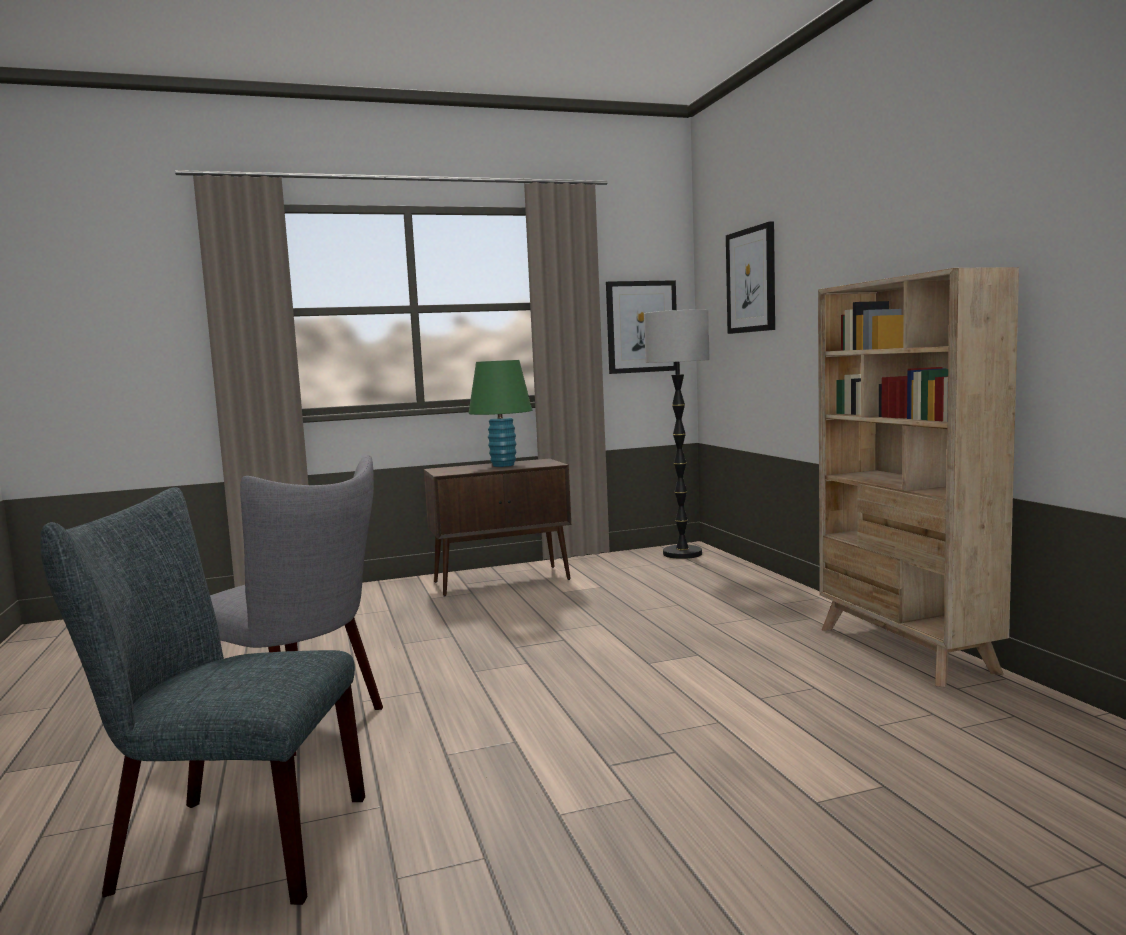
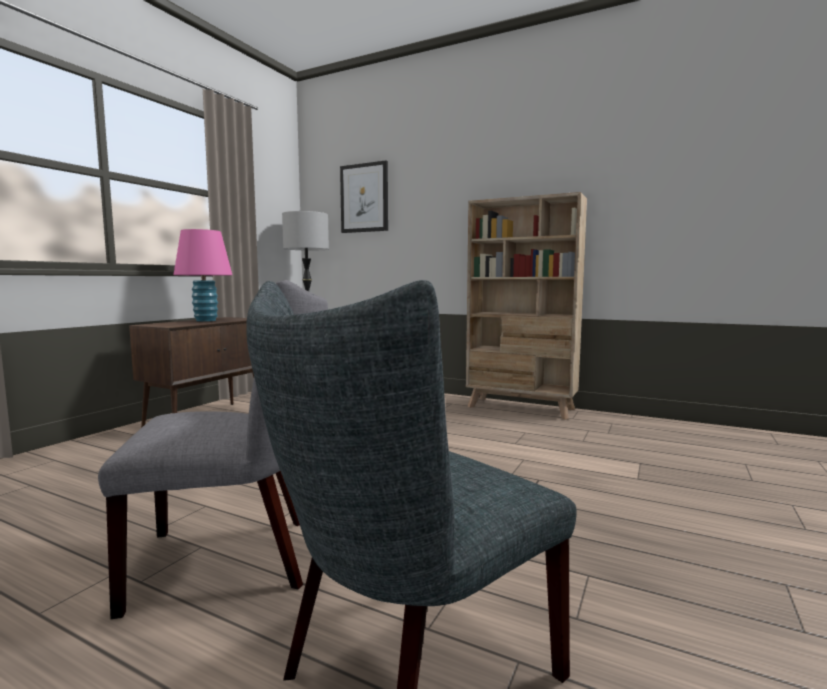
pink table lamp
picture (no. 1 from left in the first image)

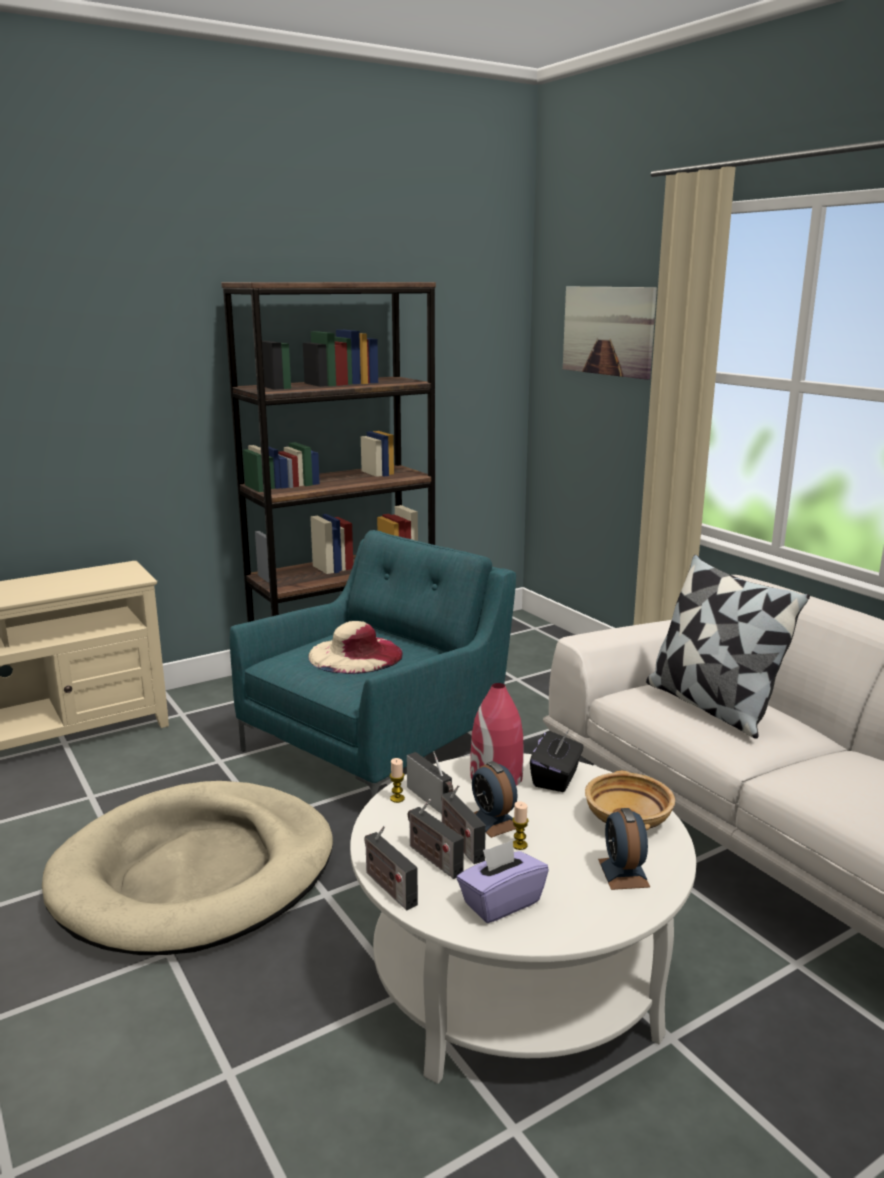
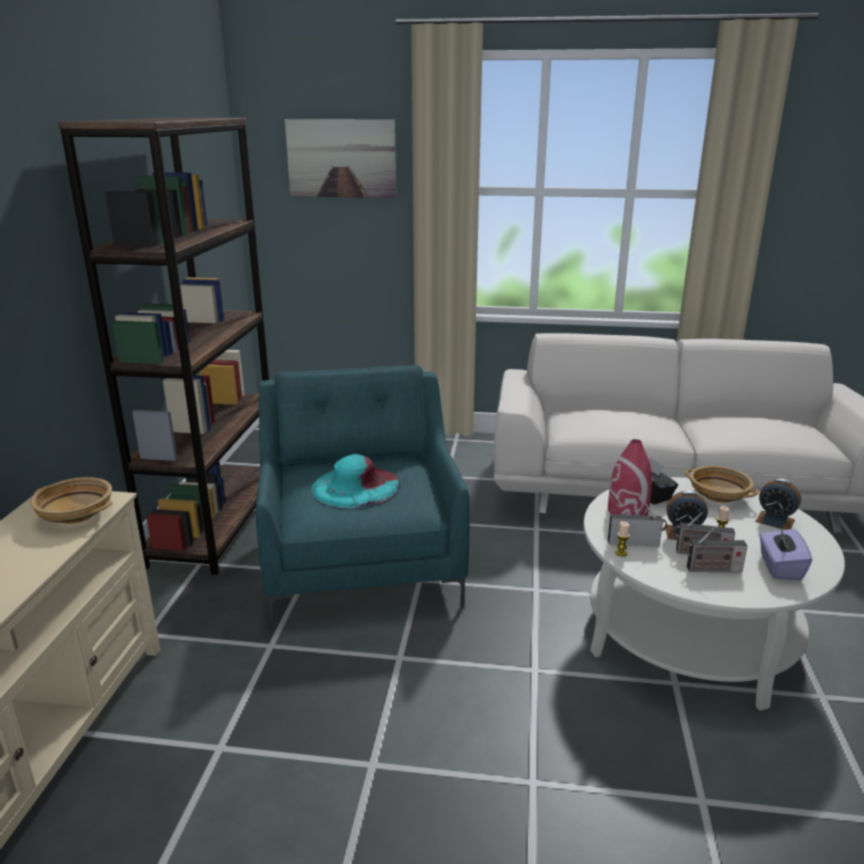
beige bowl (no. 1 from left)
turquoise hat
beige dog bed
radio (no. 1 from left in the first image)
pillow

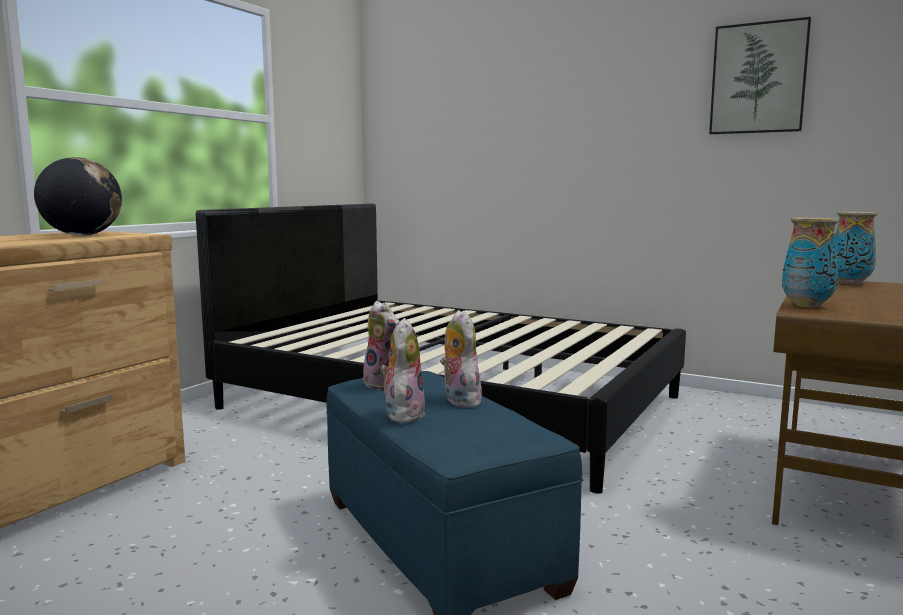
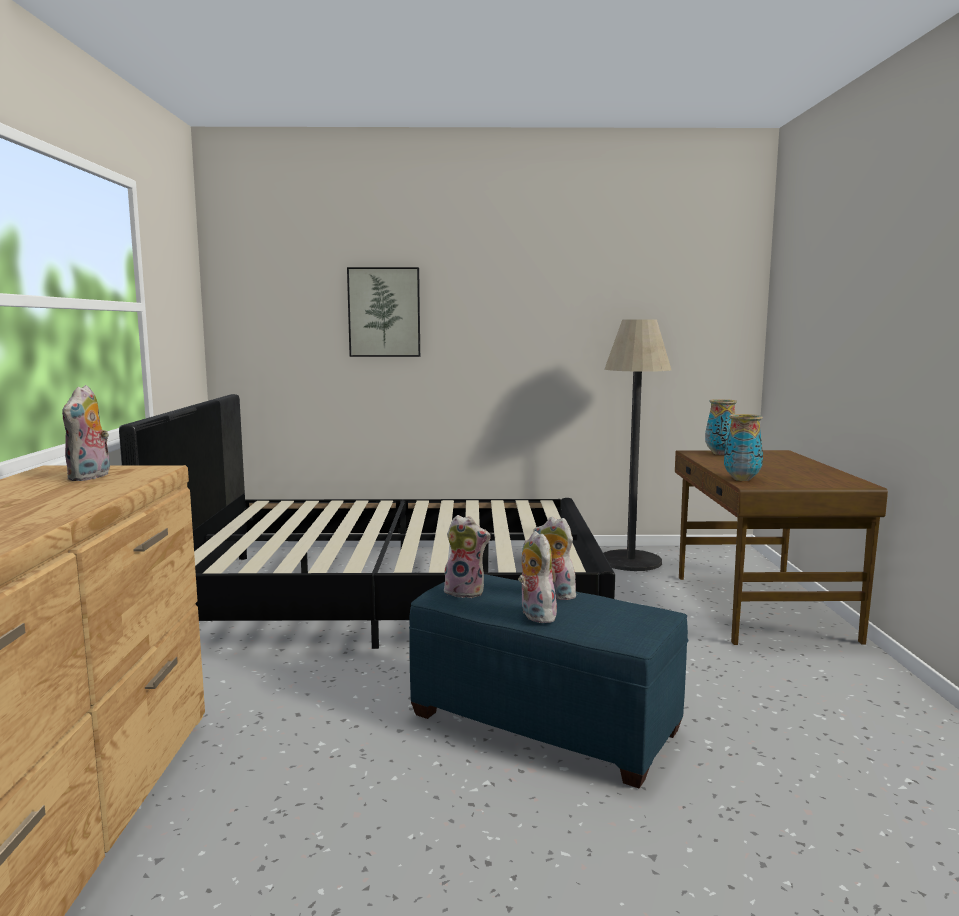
plush toy (no. 1 from left)
picture
floor lamp

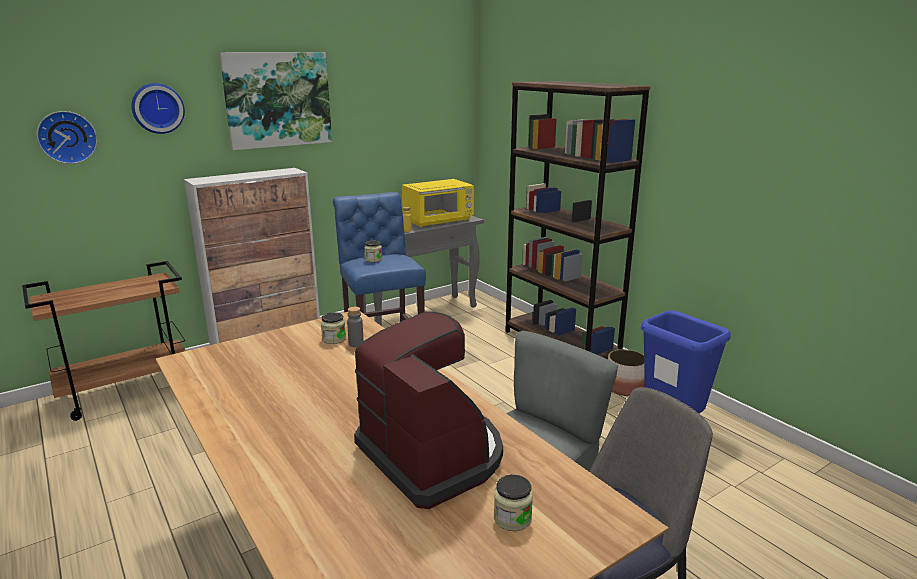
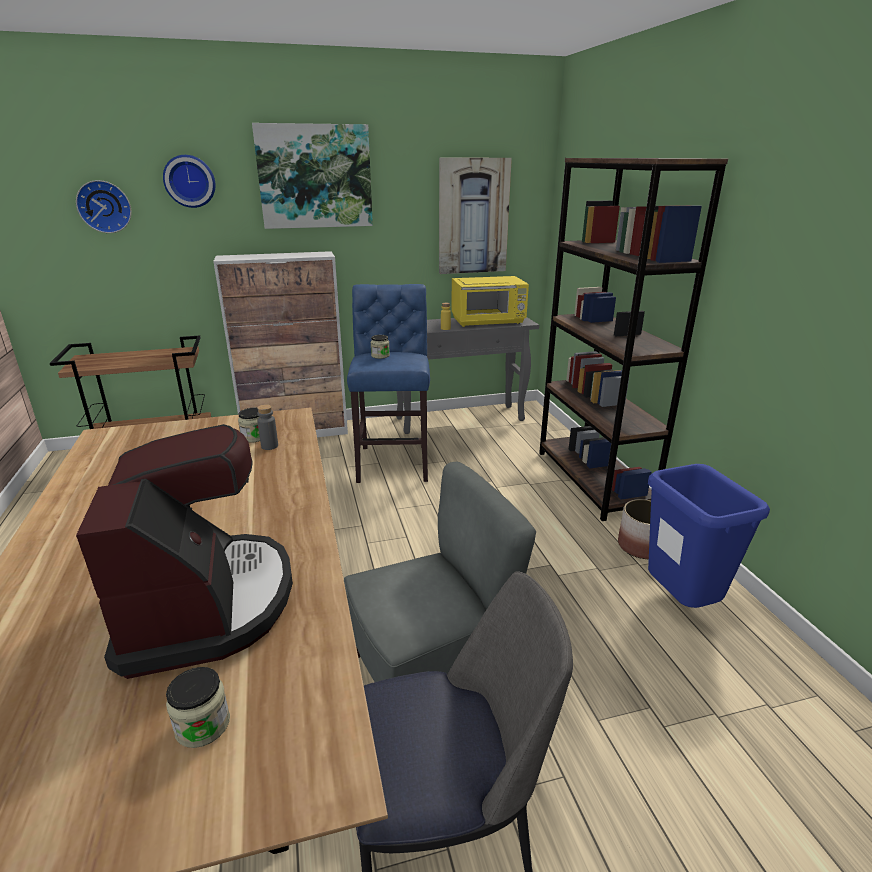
picture (no. 2 from left)

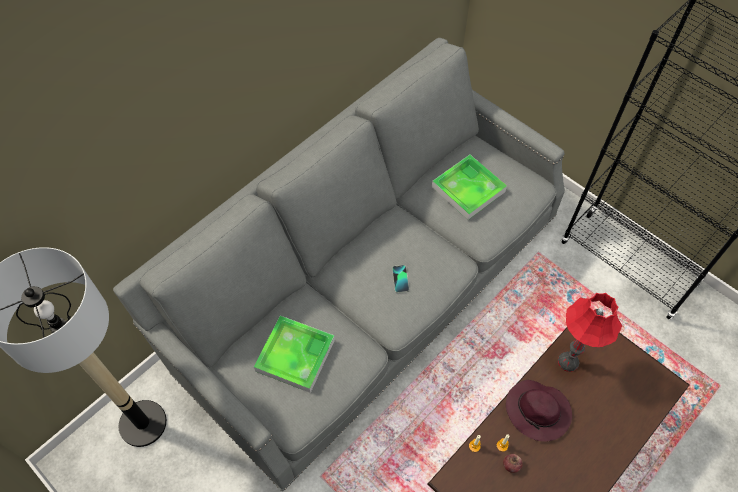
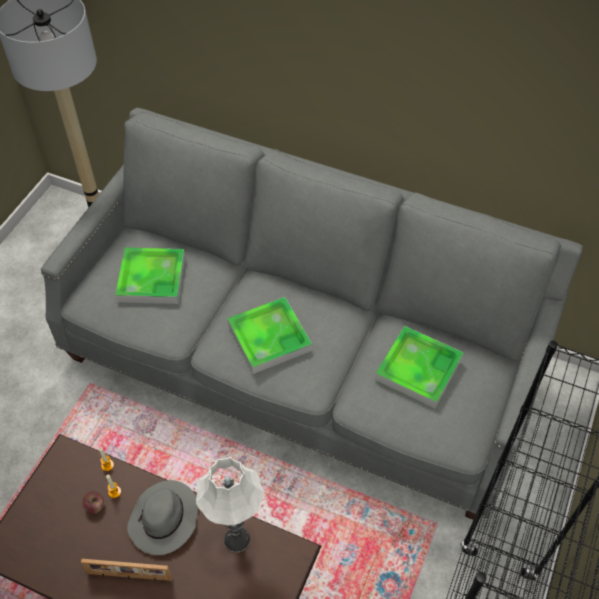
picture frame
grey hat
white table lamp
tray (no. 2 from left)

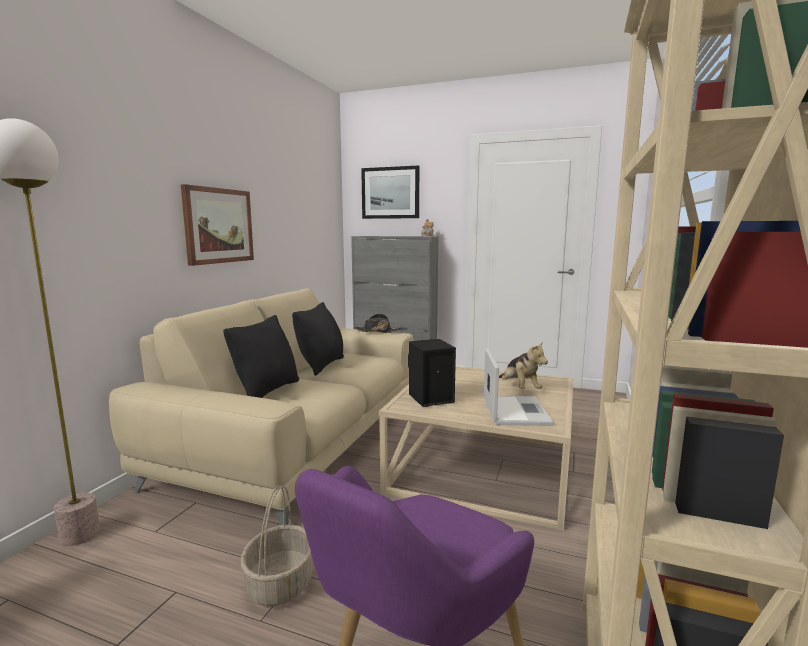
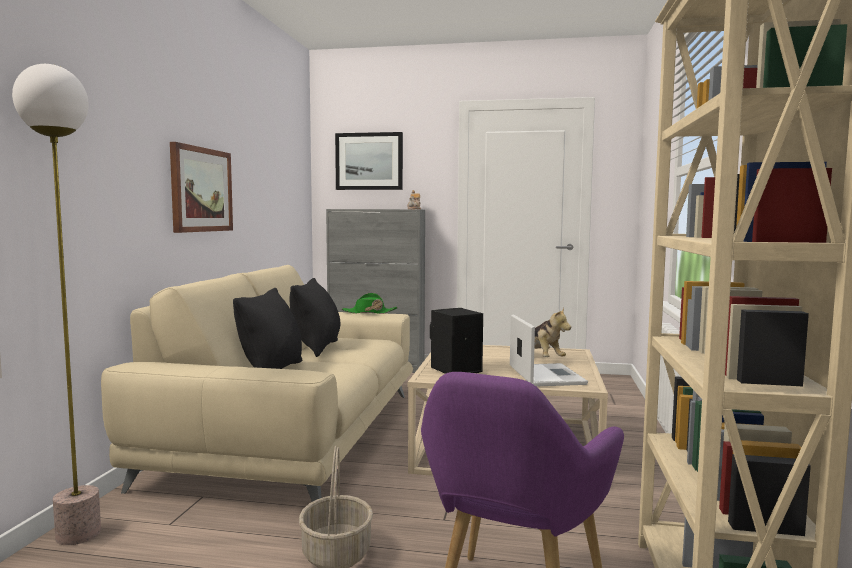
green hat

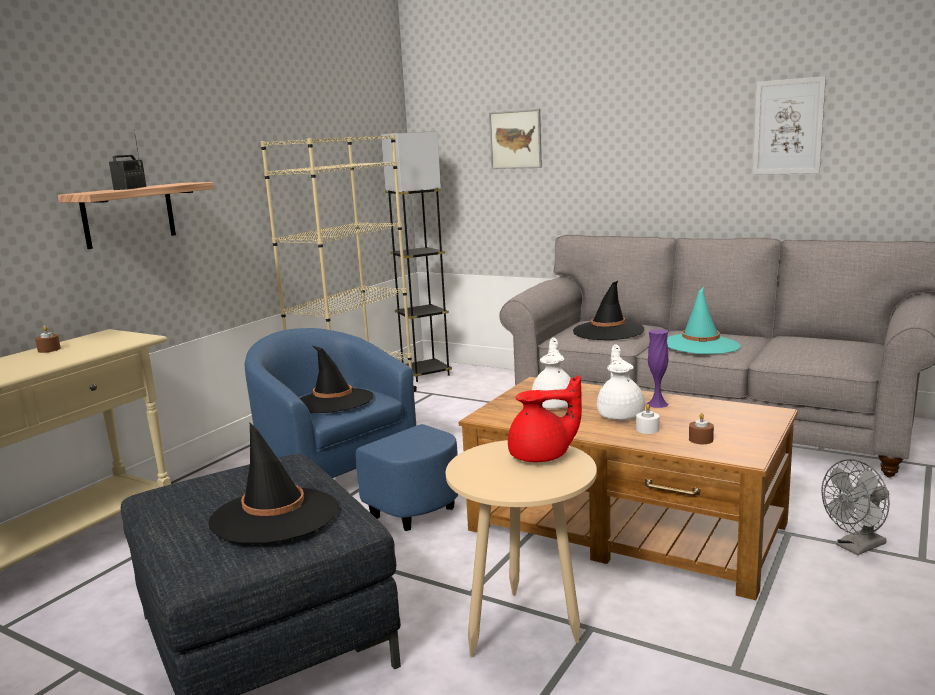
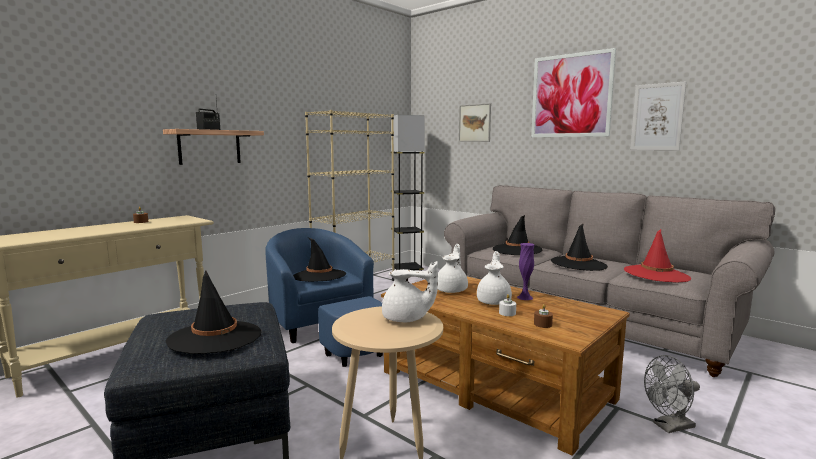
white teapot (no. 1 from left)
picture (no. 2 from left)
black hat (no. 4 from left)
red hat

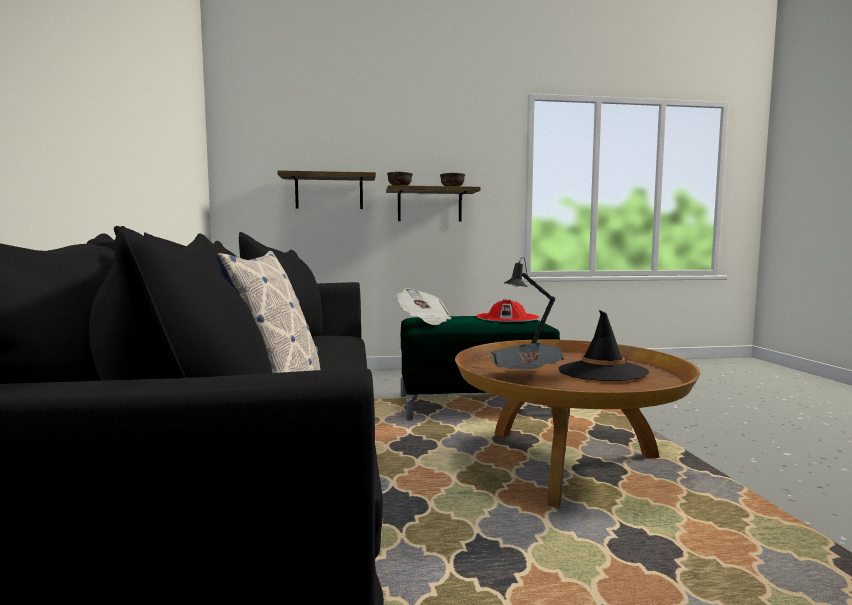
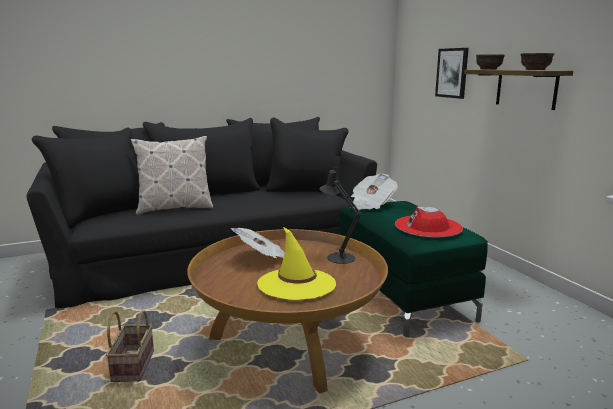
basket
yellow hat
picture

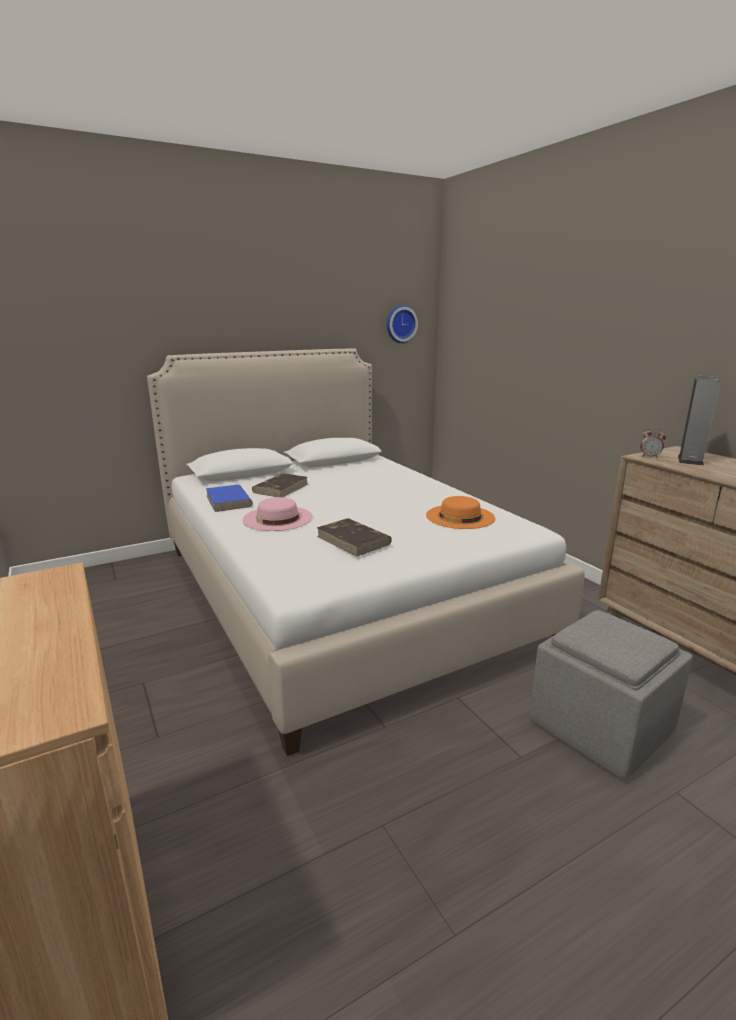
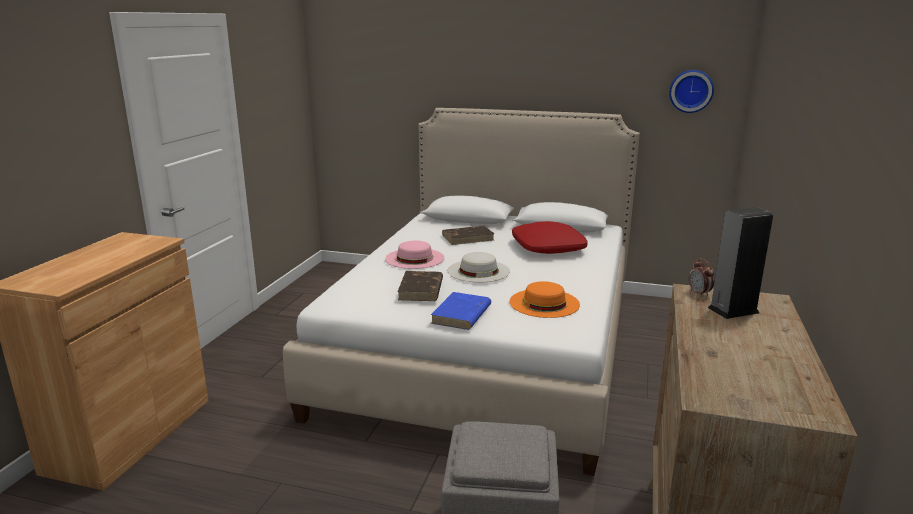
blue book
white hat
red pillow

